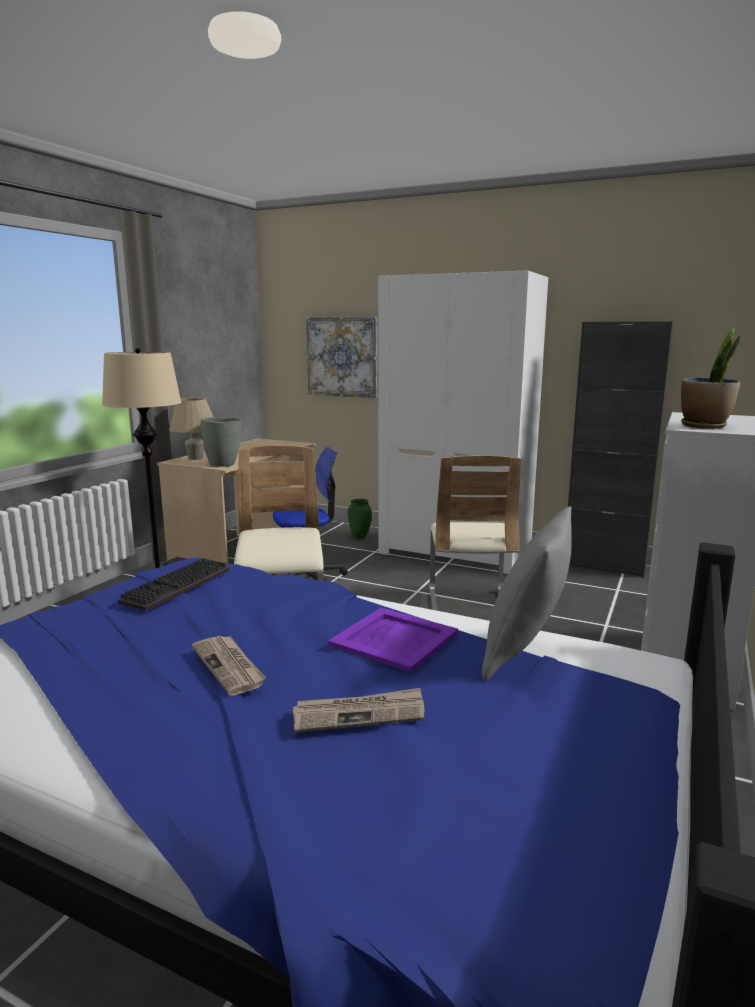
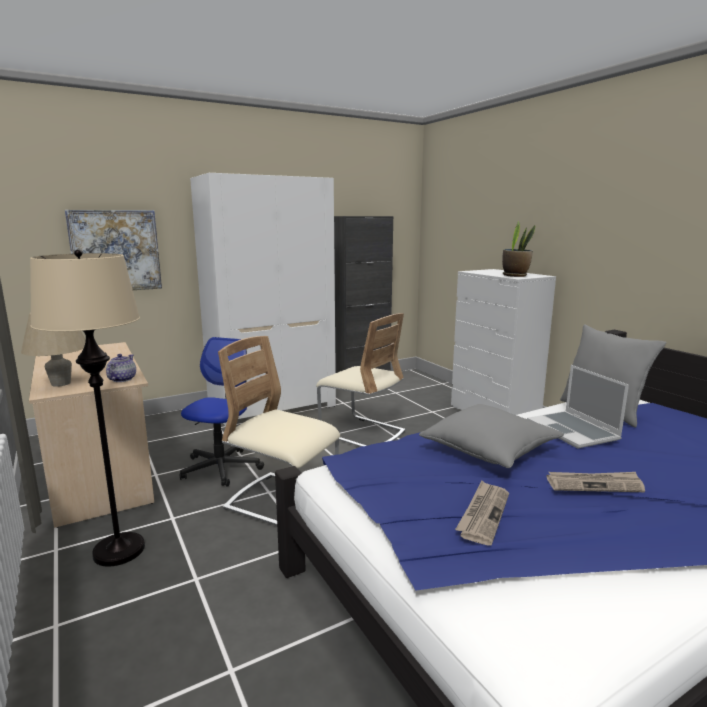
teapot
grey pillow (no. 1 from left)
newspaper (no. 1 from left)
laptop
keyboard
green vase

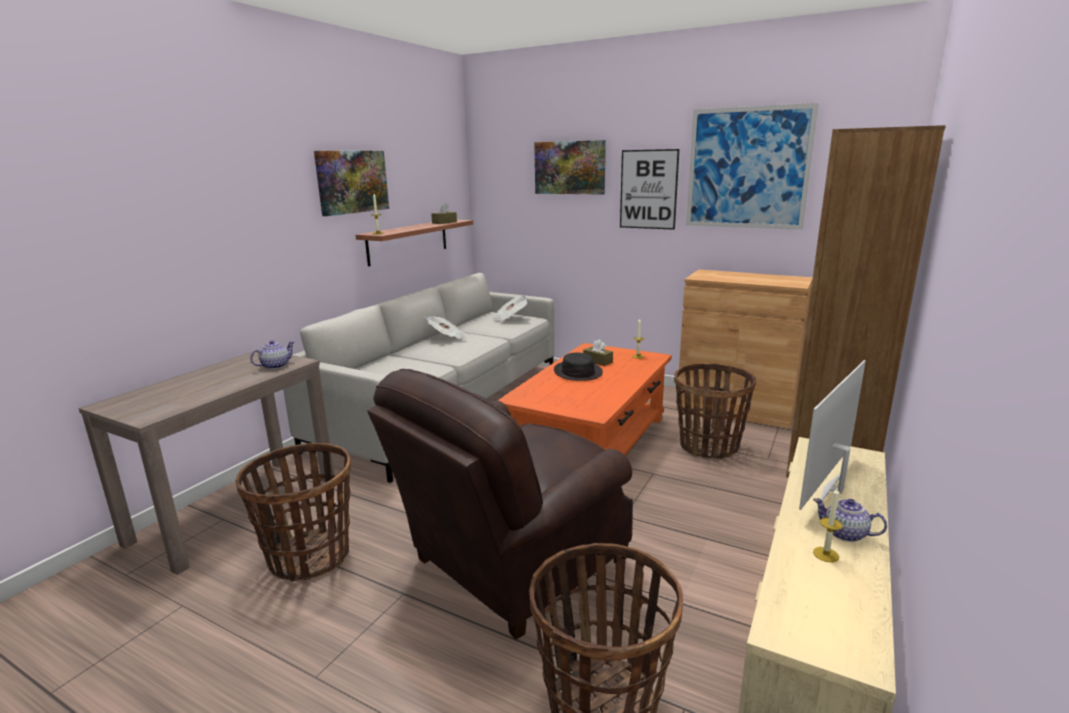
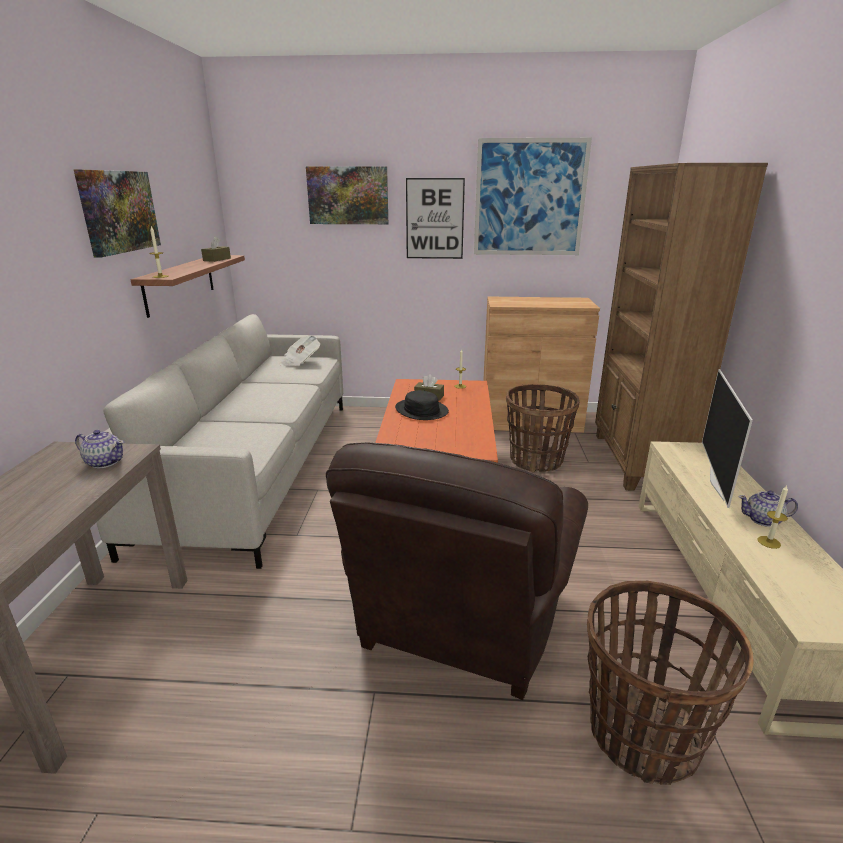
teapot (no. 1 from left)
basket (no. 1 from left in the first image)
newspaper (no. 1 from left in the first image)

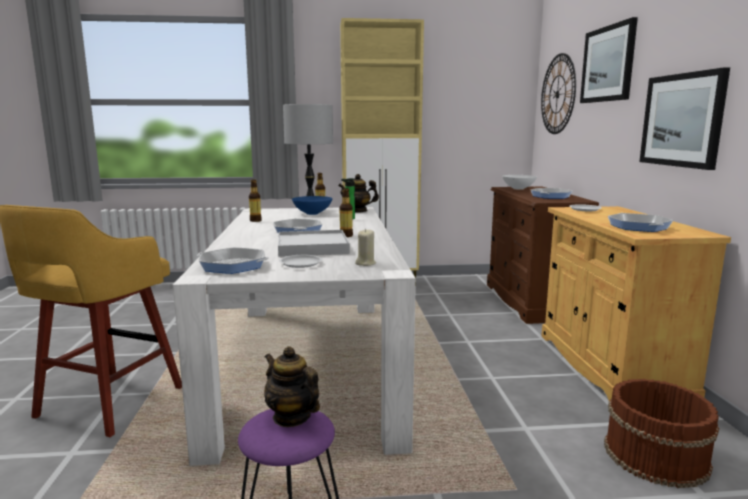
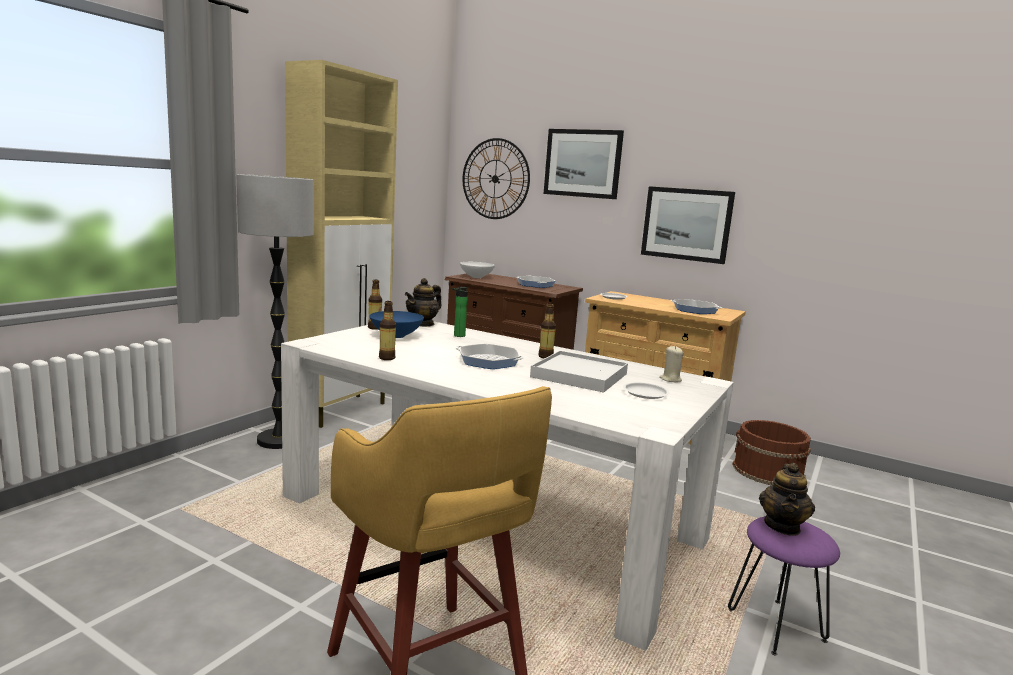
teapot (no. 2 from left)
frying pan (no. 1 from left in the first image)

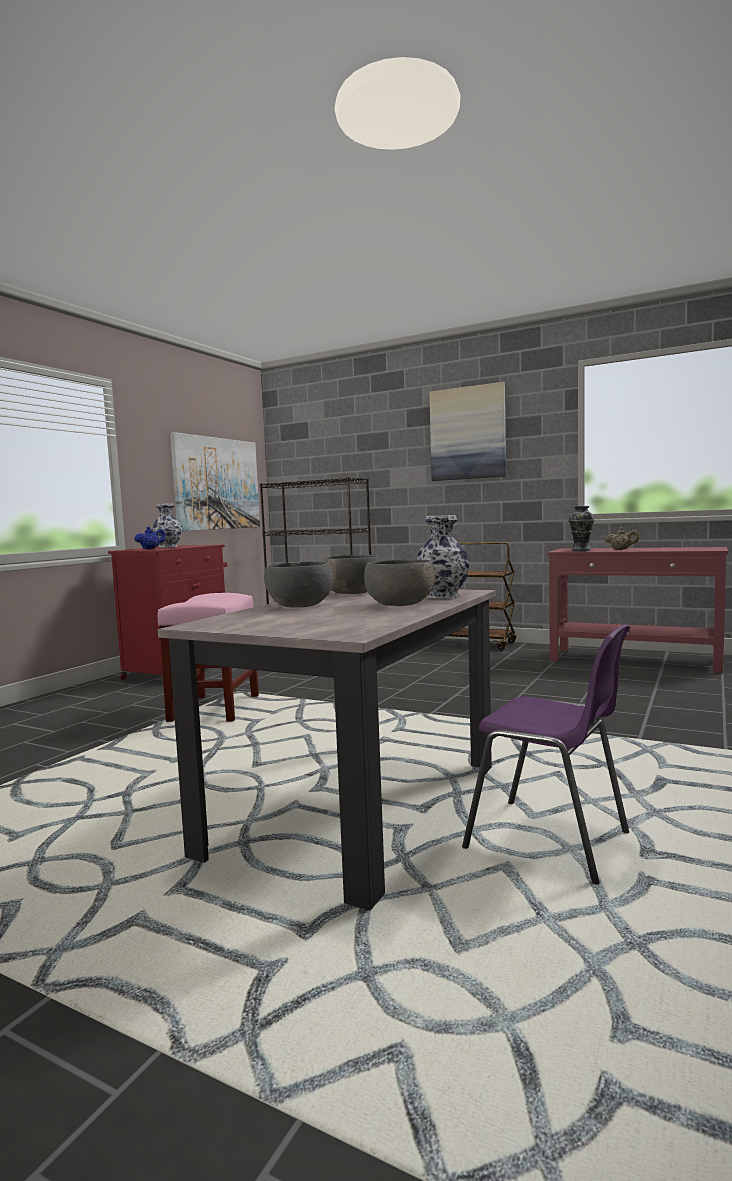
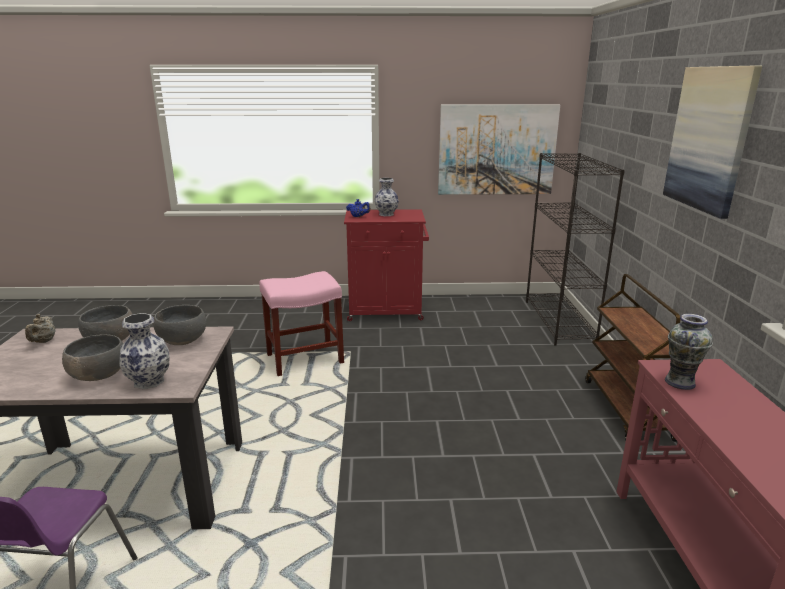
beige teapot

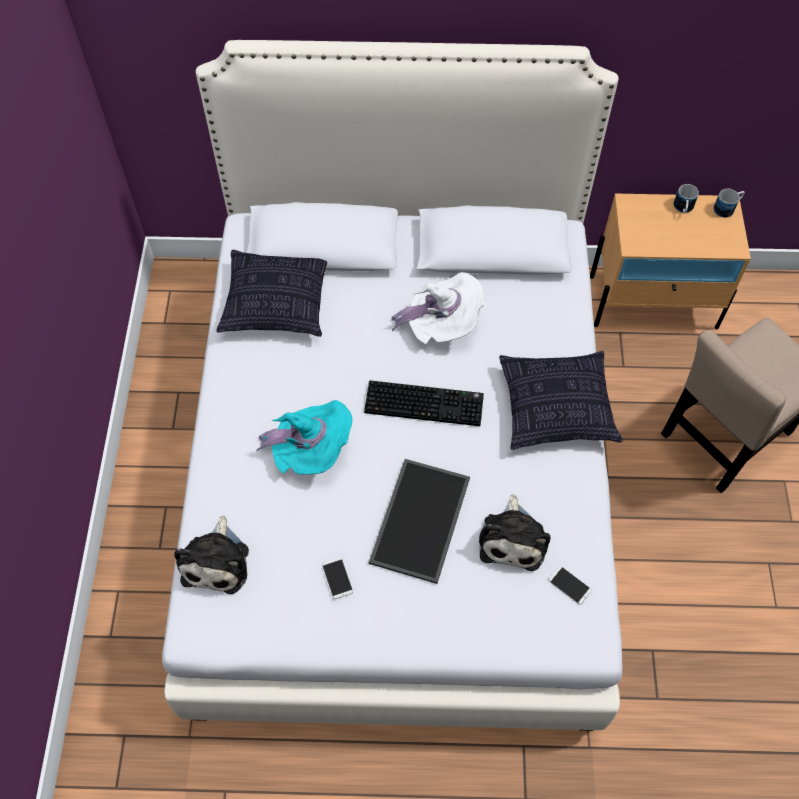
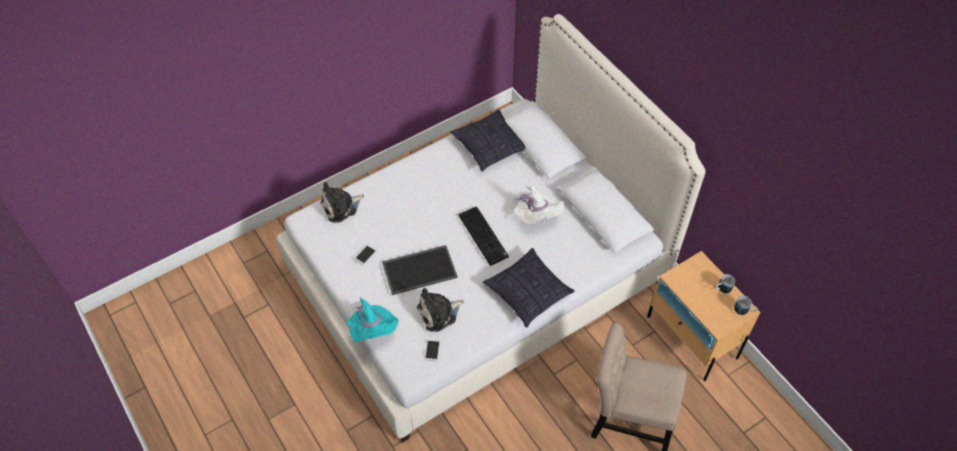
turquoise hat

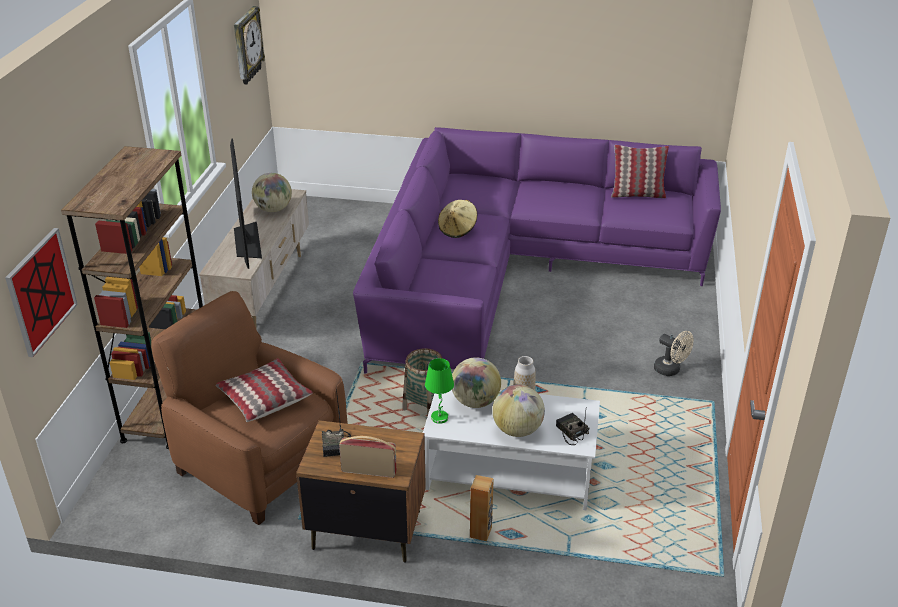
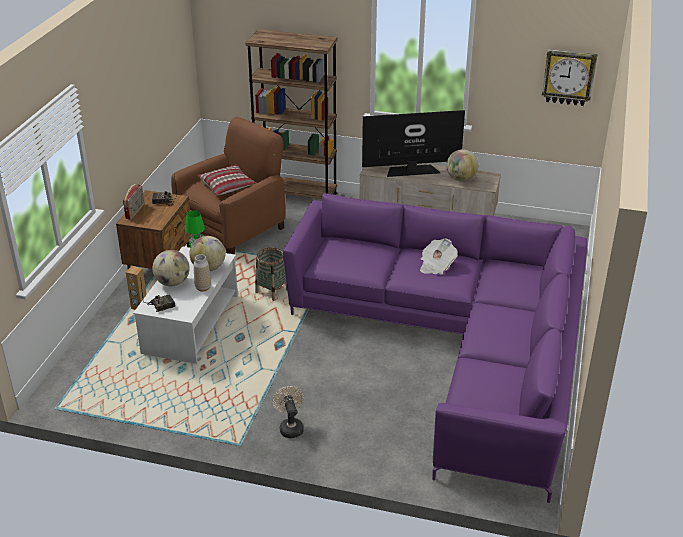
beige fan
newspaper
picture
pillow (no. 2 from left in the first image)

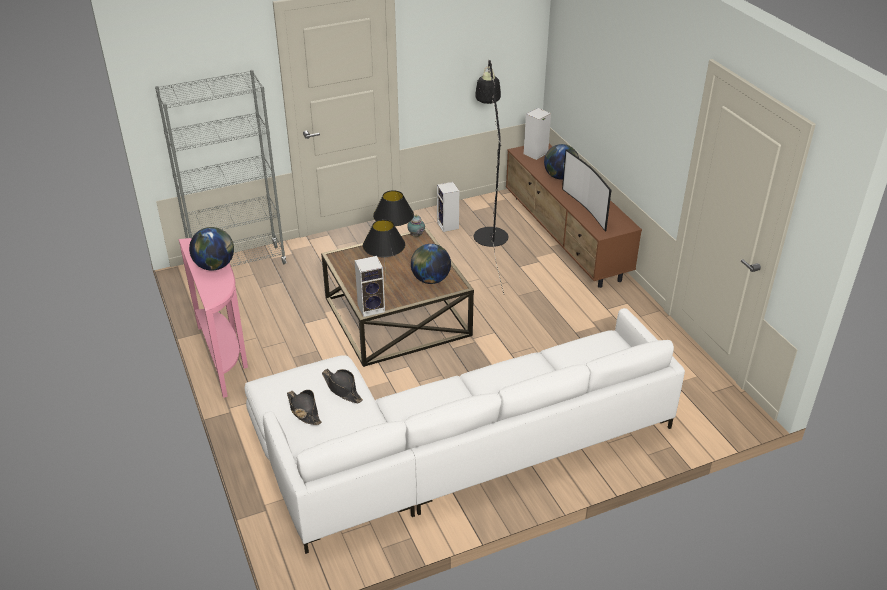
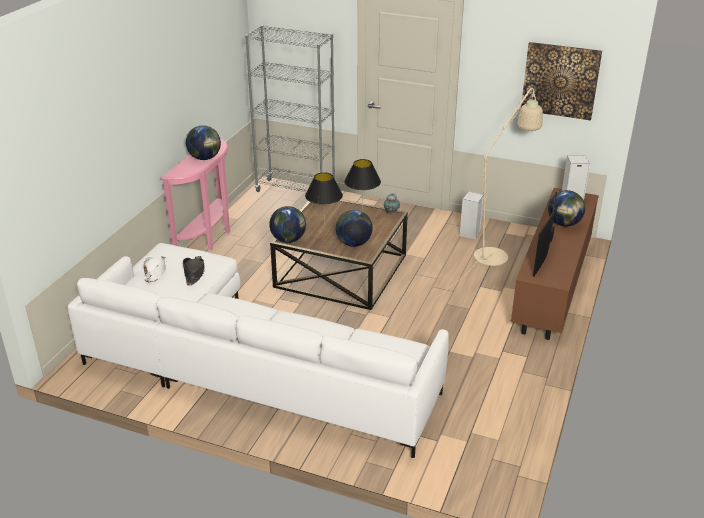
white hat
globe (no. 2 from left)
beige floor lamp
picture

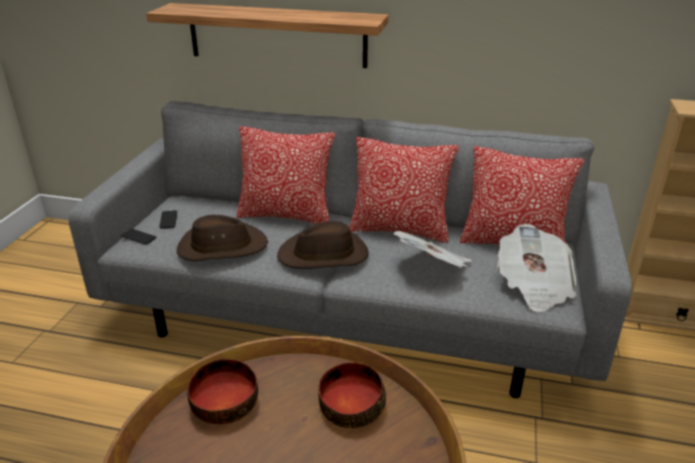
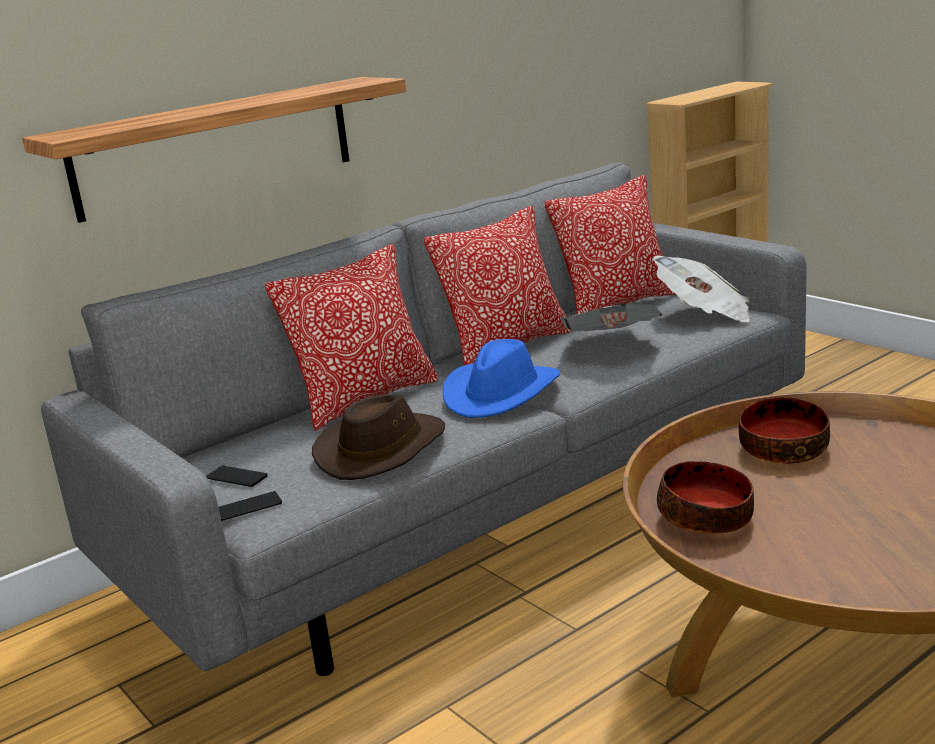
blue hat

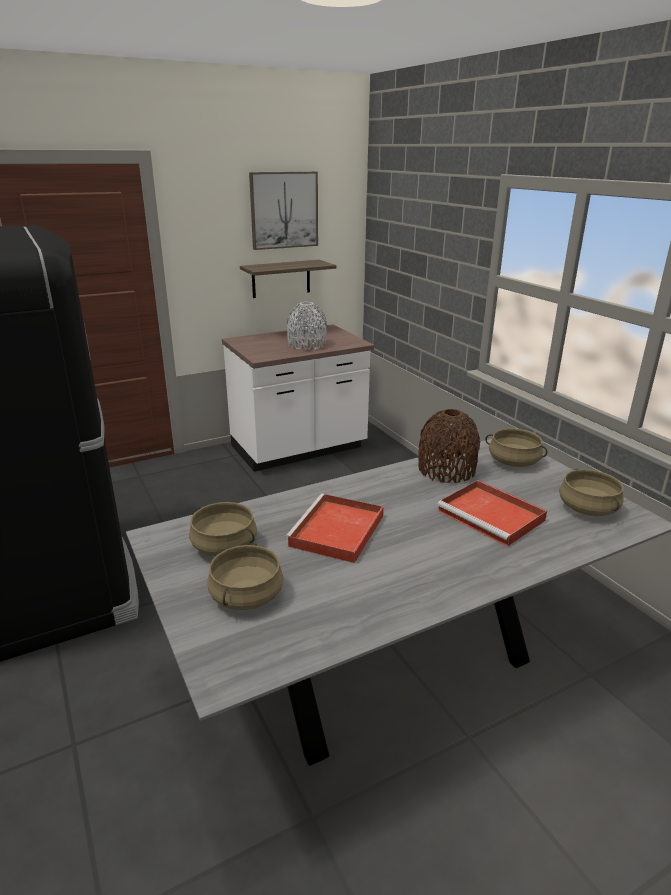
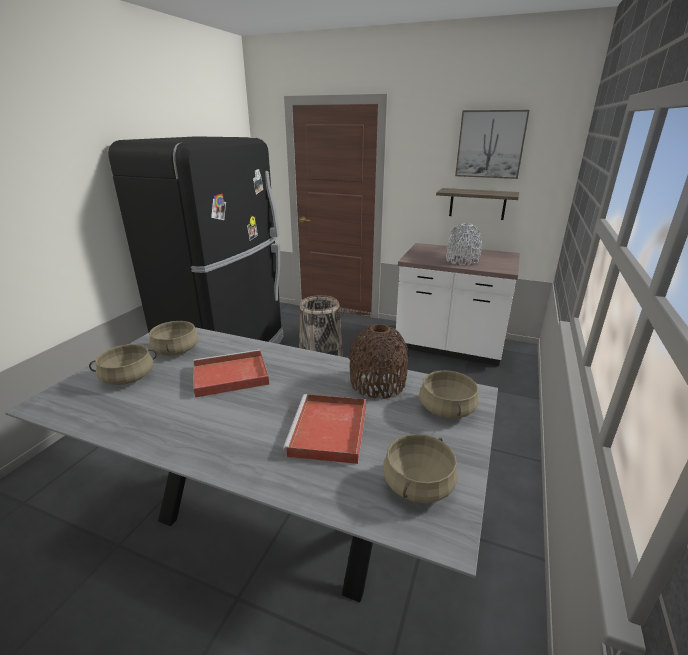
basket

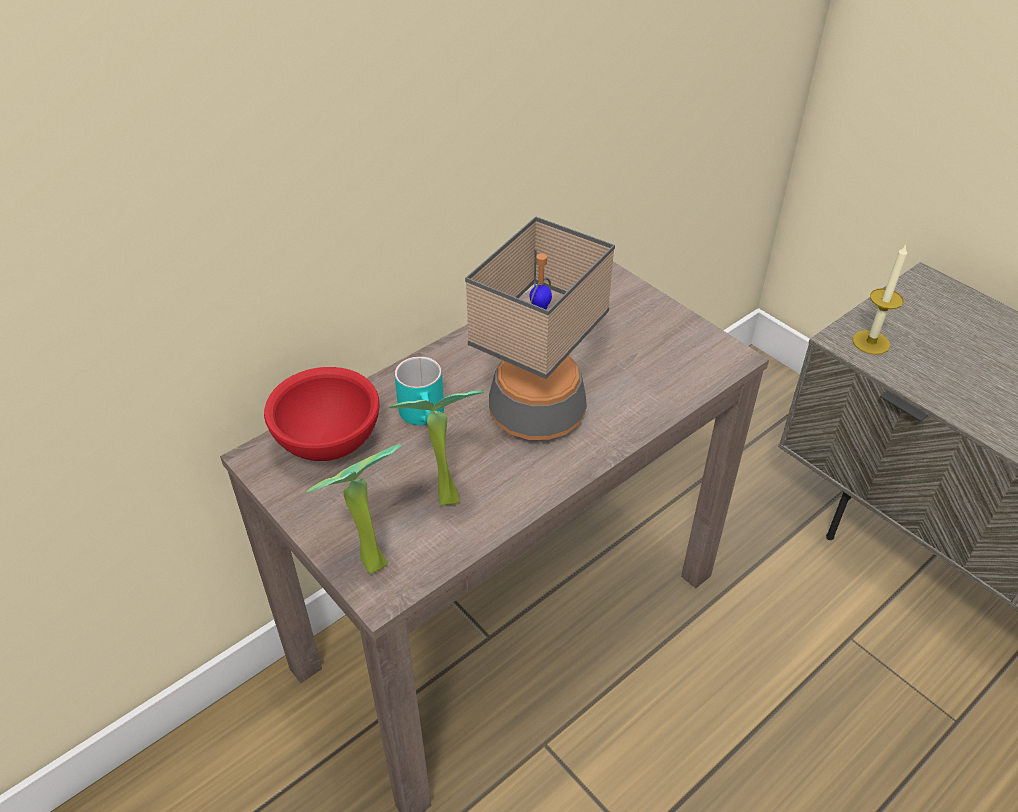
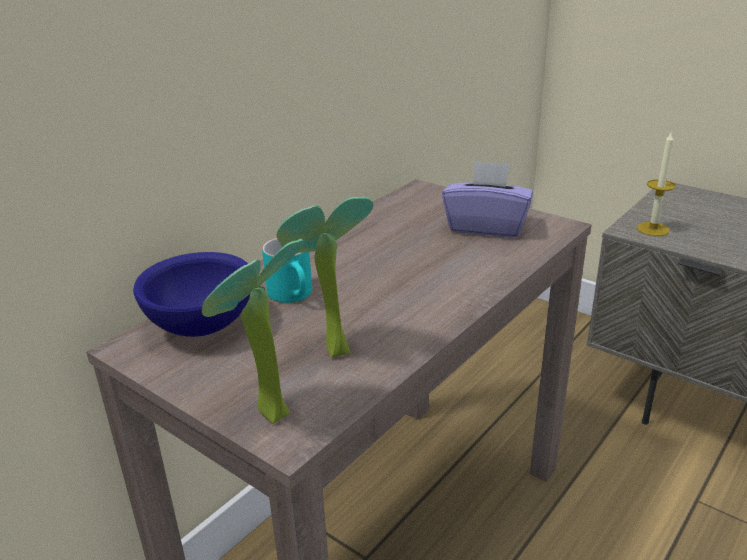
blue bowl
purple tissue box
table lamp

